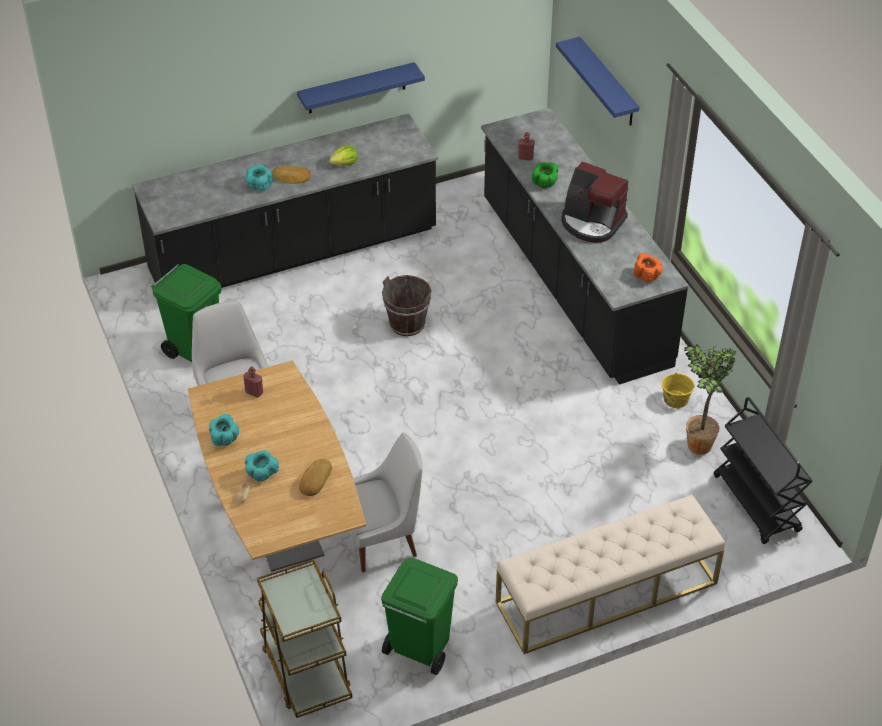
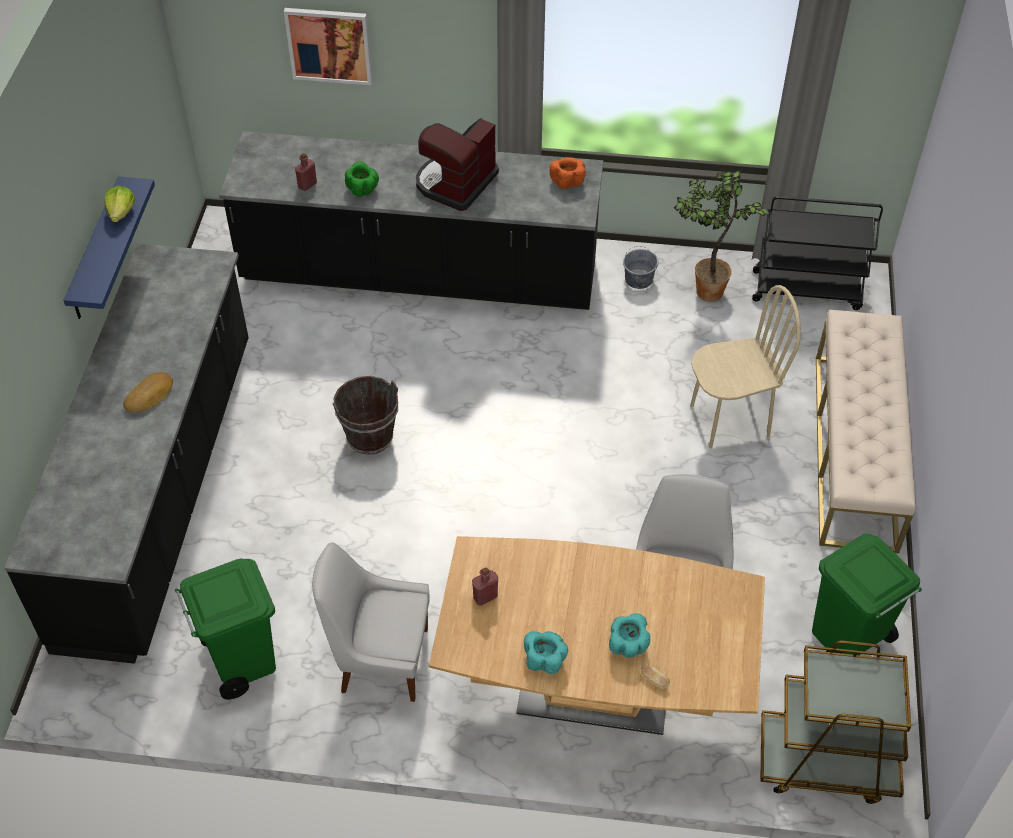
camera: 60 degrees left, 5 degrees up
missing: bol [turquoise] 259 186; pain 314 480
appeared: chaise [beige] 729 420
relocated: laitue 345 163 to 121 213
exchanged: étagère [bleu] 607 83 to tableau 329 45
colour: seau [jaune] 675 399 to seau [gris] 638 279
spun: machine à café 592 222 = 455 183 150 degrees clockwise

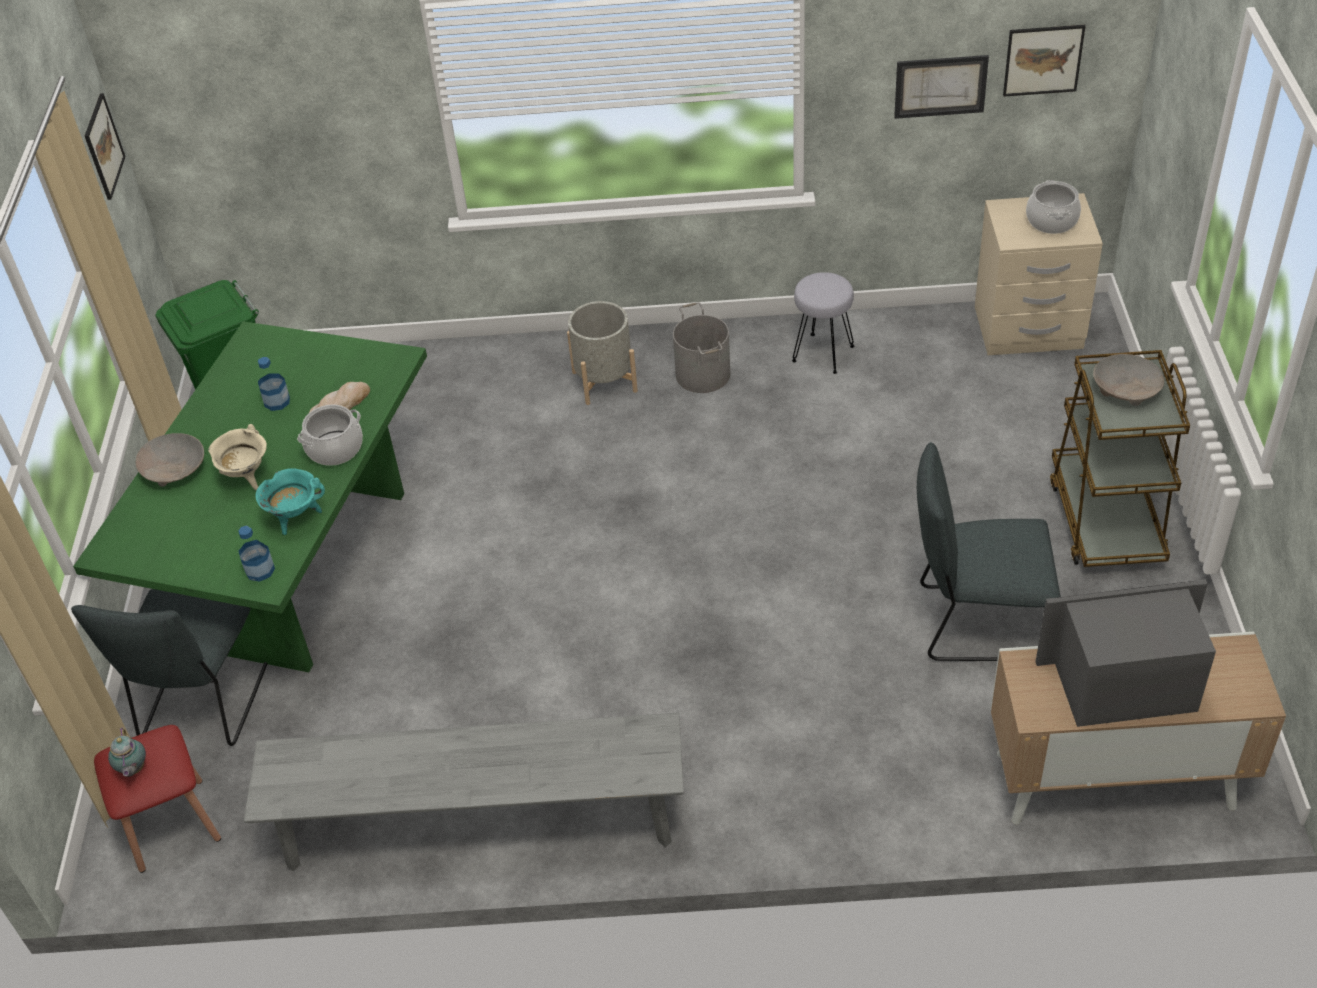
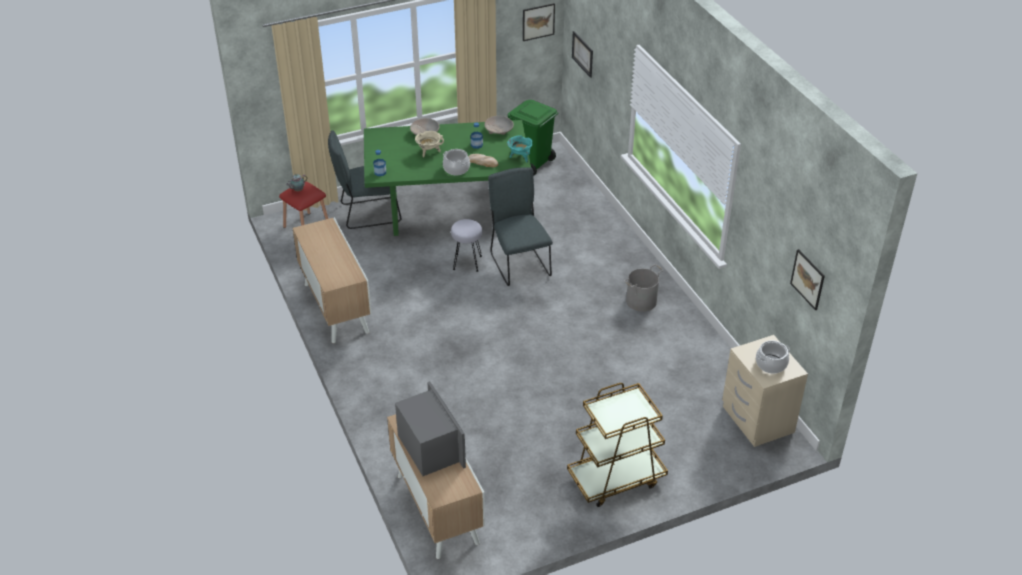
camera: 65 degrees right, 5 degrees down
missing: cache-pot [gris] 604 381
relocated: marmite [turquoise] 296 518 to 520 157; tabouret [gris] 822 353 to 467 262; tableau 940 86 to 582 54; chaise [gris] 978 622 to 519 263; bol [beige] 1125 388 to 499 130
exchanged: banc [gris] 480 826 to meuble de rangement 335 307

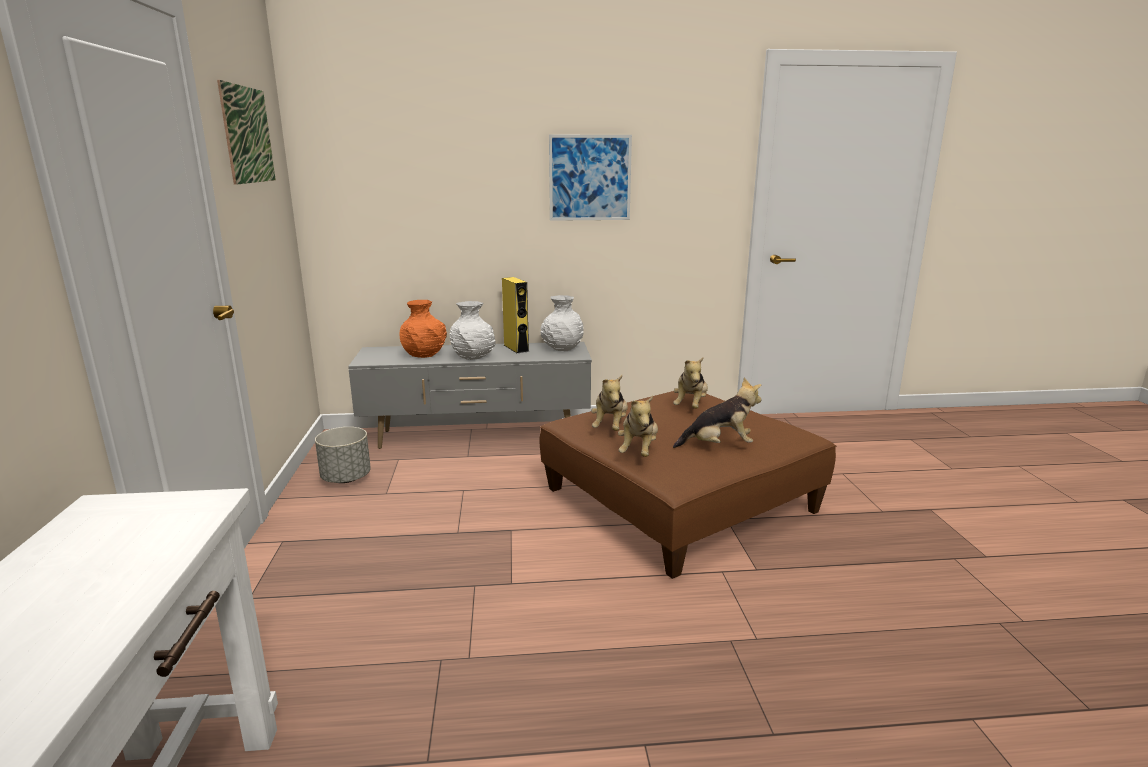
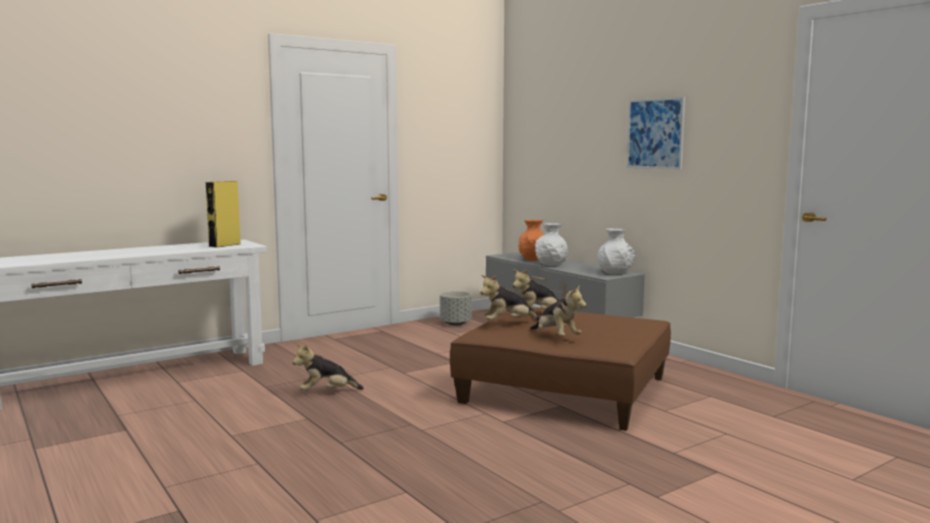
camera: 60 degrees right, 10 degrees down
missing: tableau 248 135
relocated: enceinte [jaune] 516 348 to 225 245; peluche 690 405 to 327 392

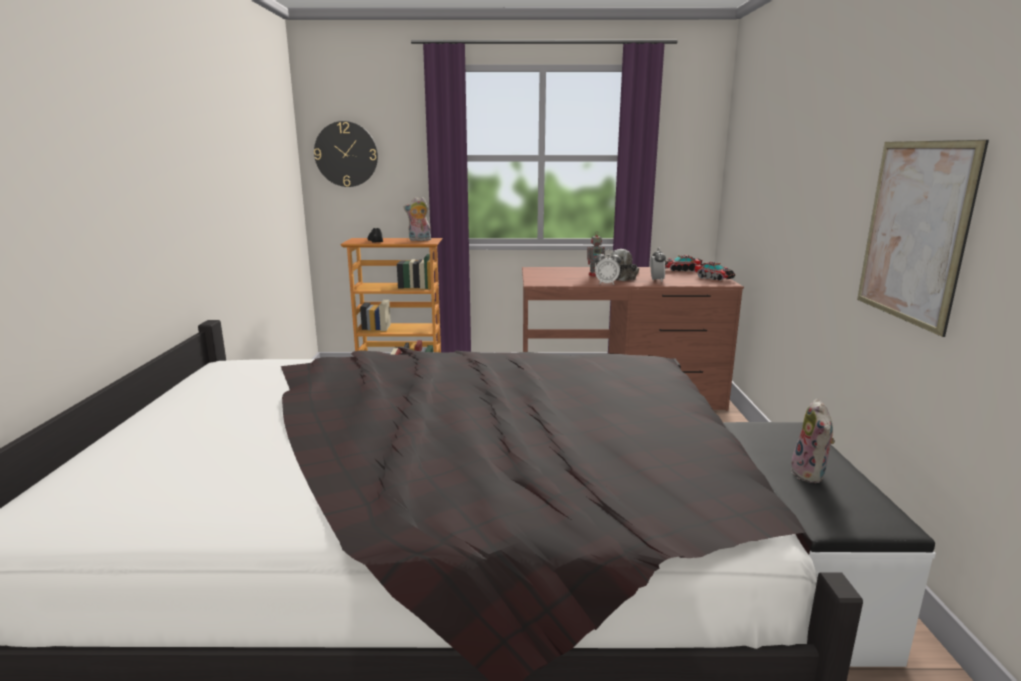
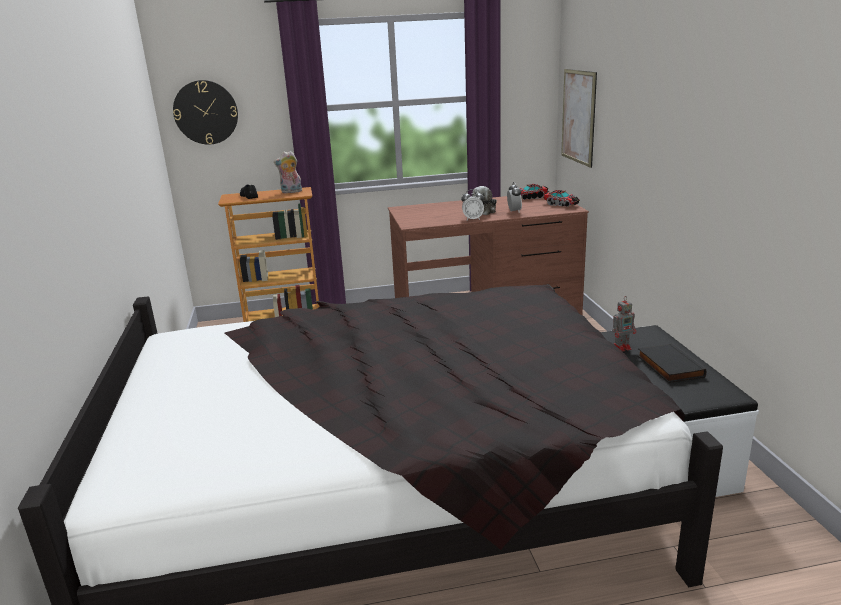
camera: 10 degrees left, 5 degrees up
relocated: robot jouet 595 275 to 622 347; tableau 914 232 to 578 117
exchanged: peluche 810 474 to livre [noir] 668 366

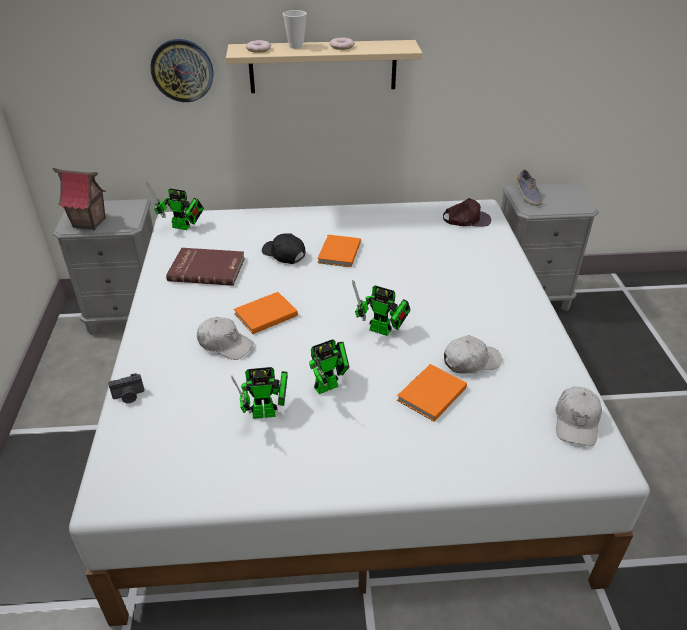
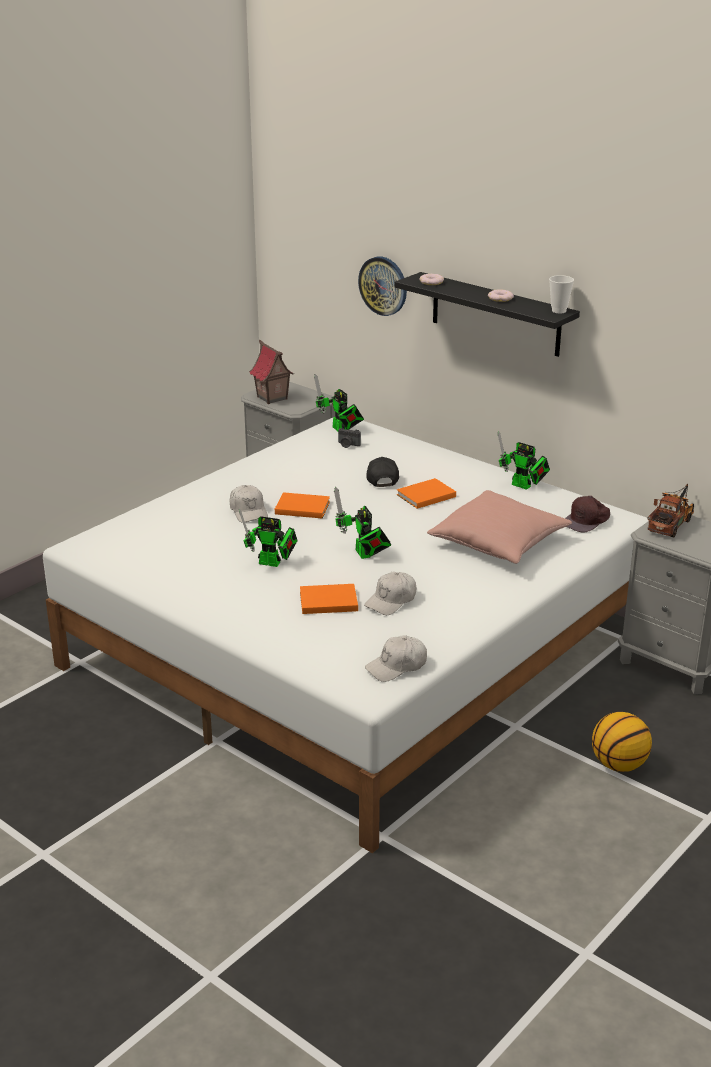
camera: 45 degrees right, 10 degrees down
missing: livre [rouge] 207 268
appeared: coussin [rose] 499 543; ballon de basket 619 764
relocated: appareil photo 129 396 to 348 445; robot jouet 268 413 to 524 486; tasse 296 46 to 559 311
exchanged: chaussure 527 196 to camion jouet 671 523
colour: étagère [beige] 323 66 to étagère [noir] 495 314
spun: casquette [marron] 466 219 = 586 521 90 degrees clockwise; casquette [blanc] 471 361 = 391 601 105 degrees clockwise

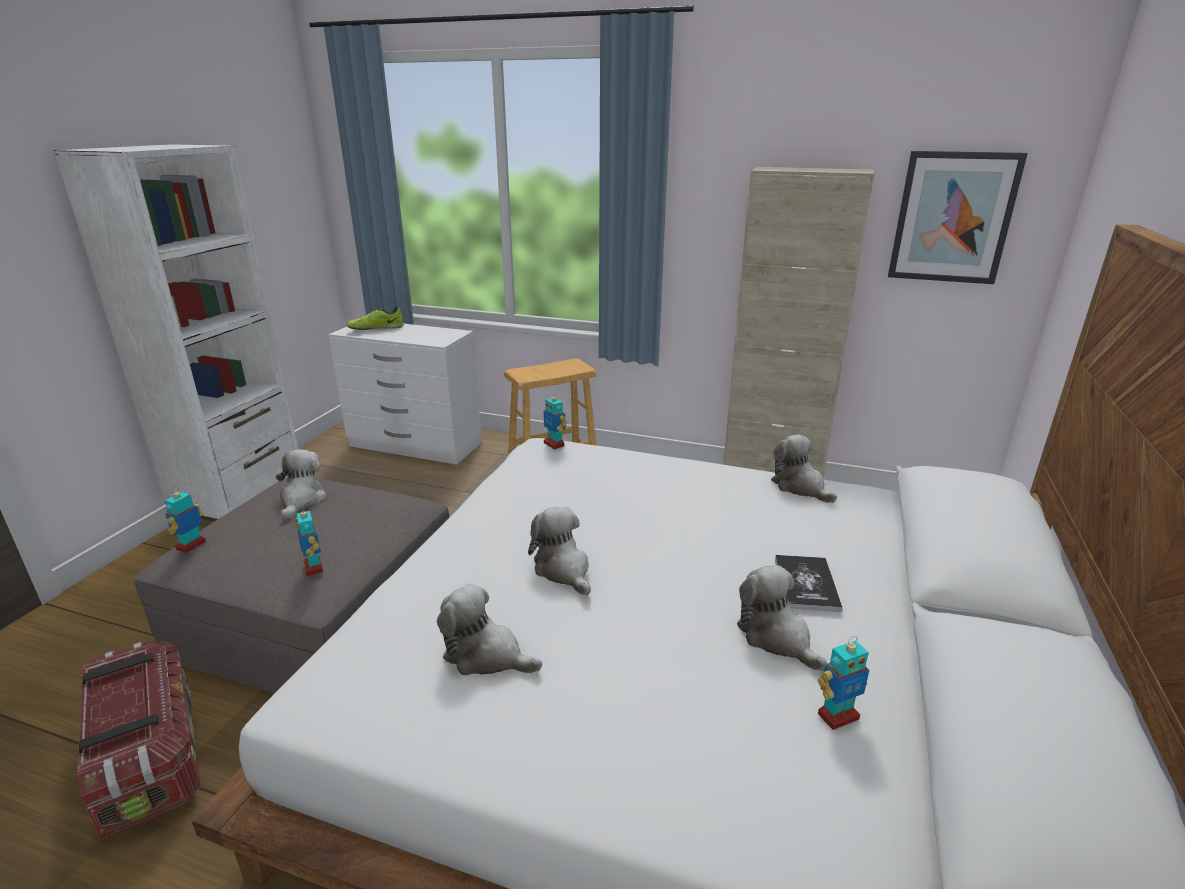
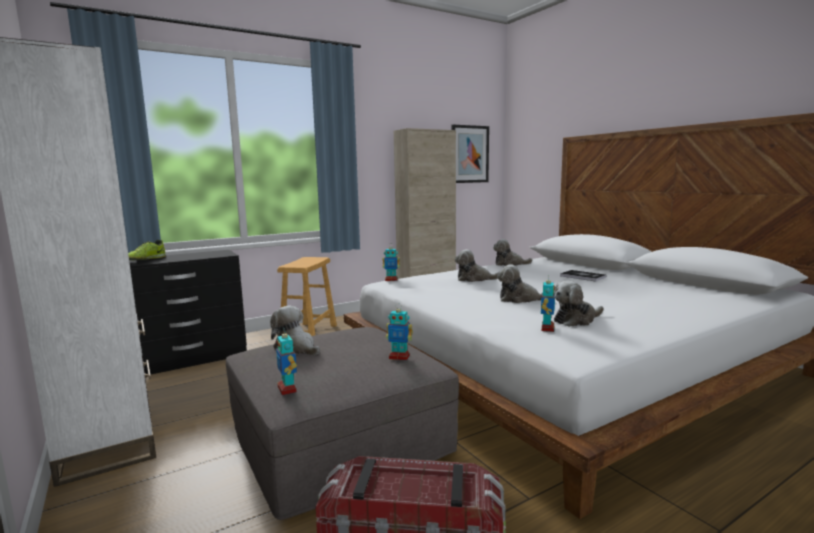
camera: 50 degrees left, 15 degrees down
relocated: peluche 776 637 to 474 279; robot jouet 837 716 to 547 328
colour: commode [blanc] 415 445 to commode [noir] 187 359

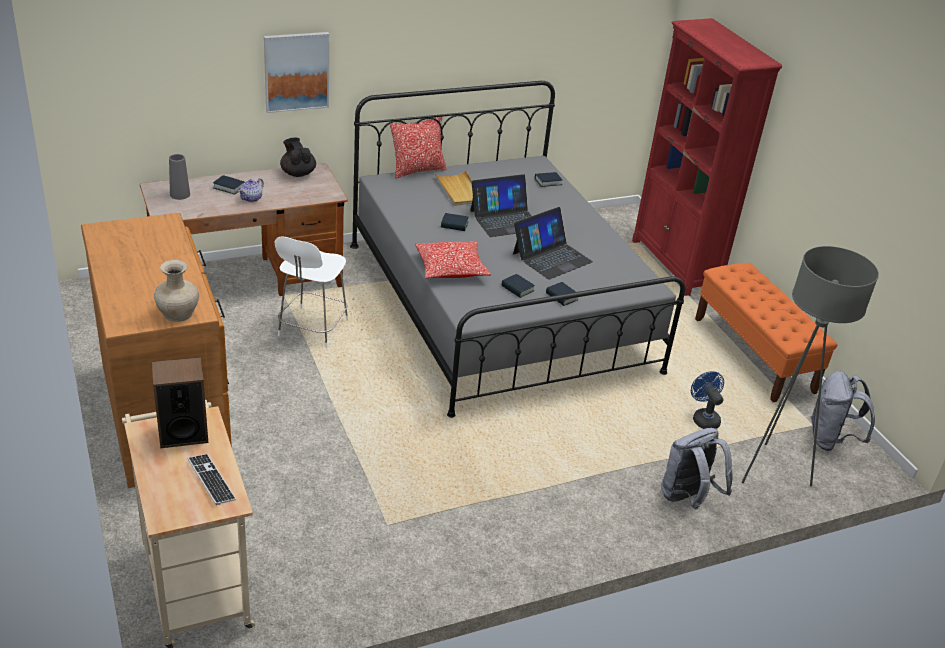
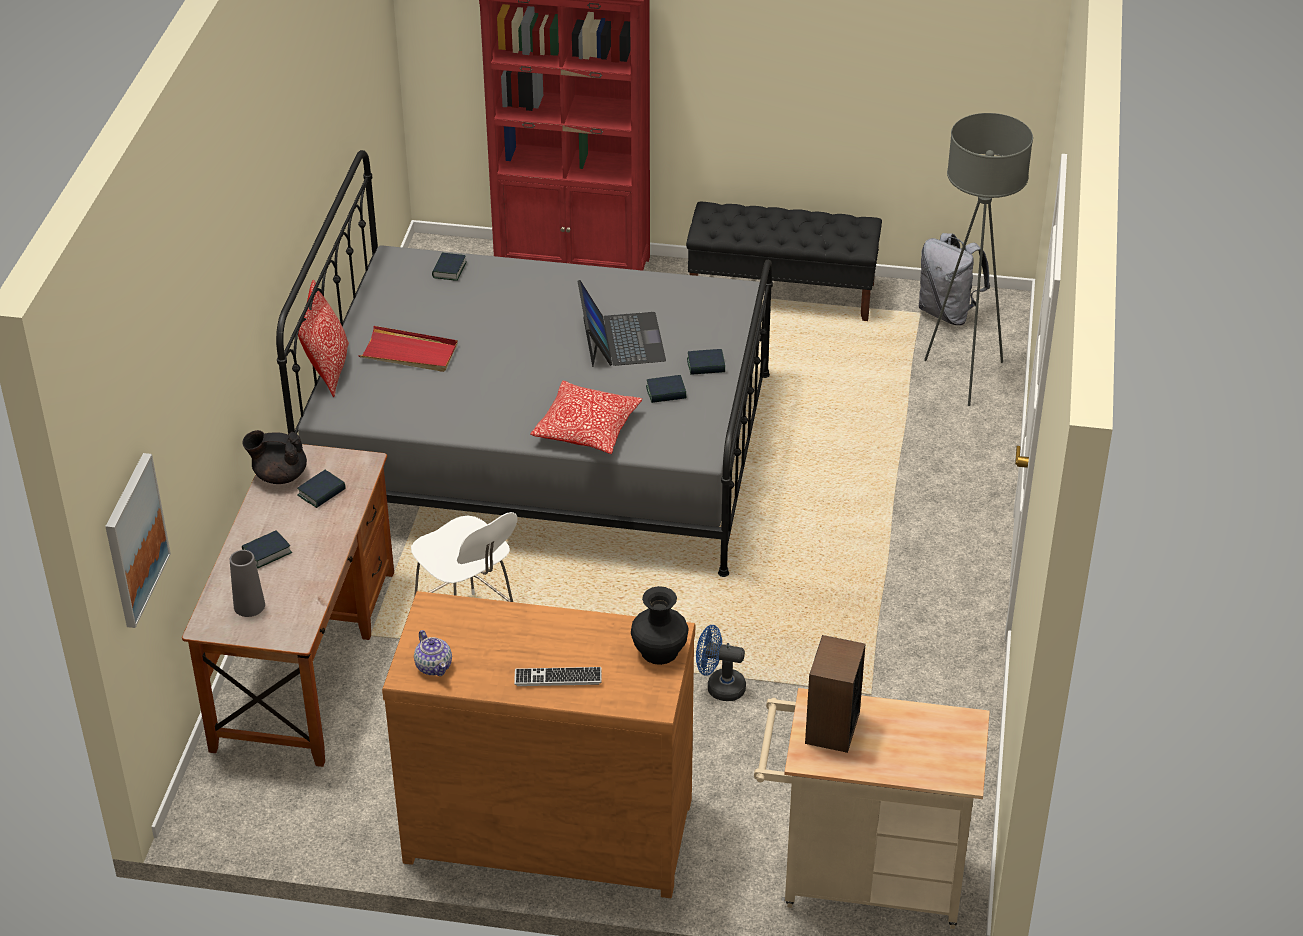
camera: 55 degrees left, 5 degrees up
missing: ordinateur portable 505 220; sac à dos [gris] 687 498
relocated: clavier 211 480 to 558 678; théière 251 198 to 434 666; tableau 296 71 to 134 540; livre 454 225 to 322 492; ventilateur [bleu] 703 418 to 719 687
colour: vase [beige] 177 313 to vase [noir] 659 651; plateau [beige] 458 190 to plateau [rouge] 409 353; banc [orange] 753 355 to banc [noir] 782 294

